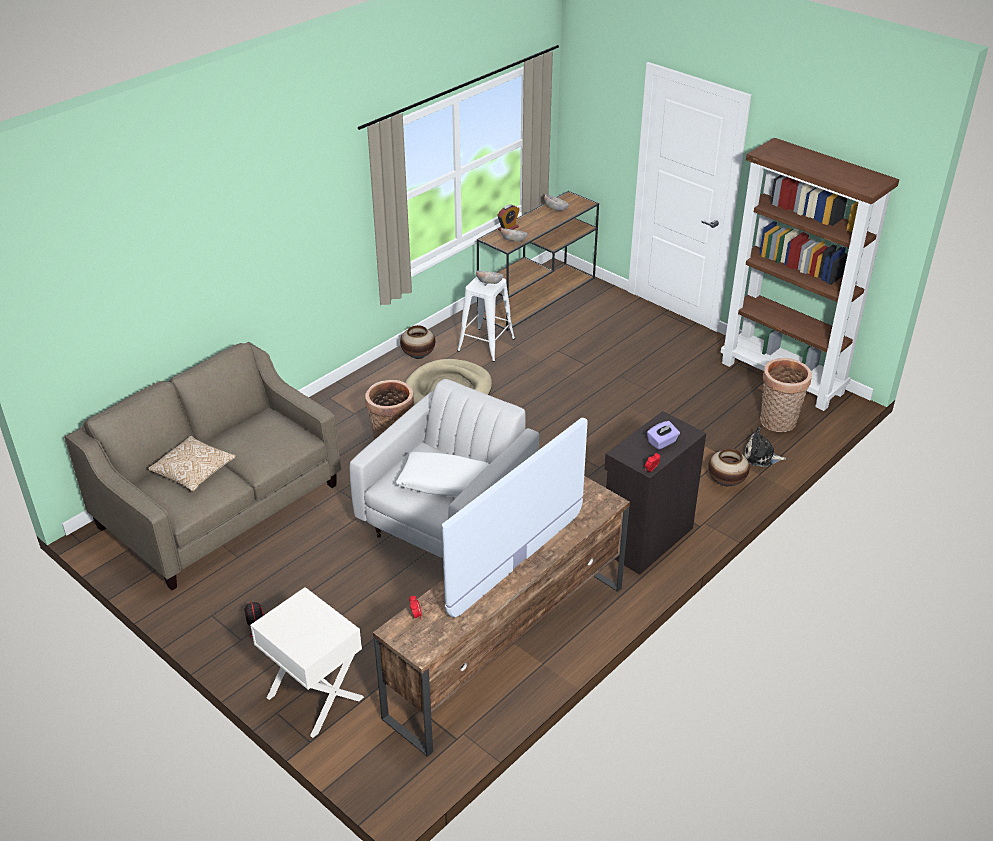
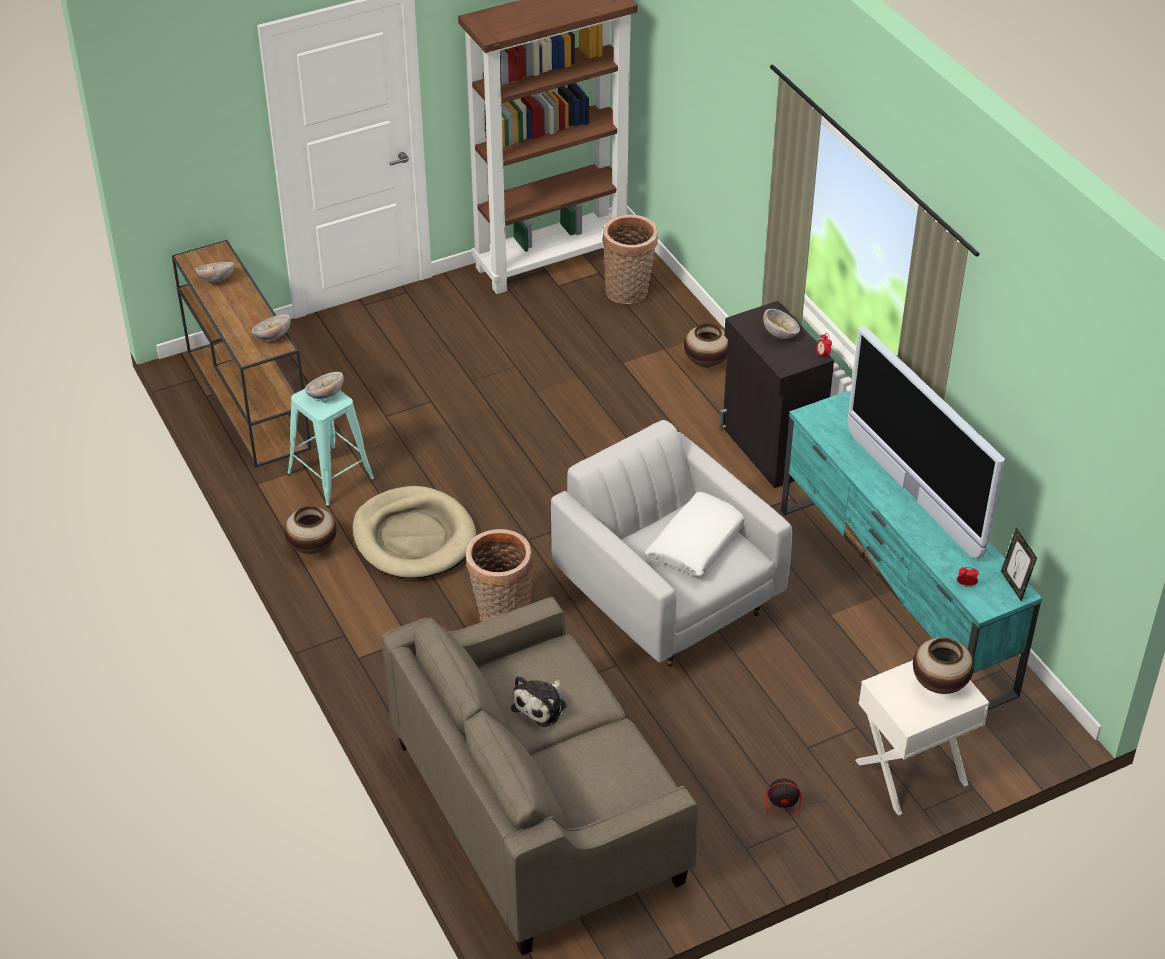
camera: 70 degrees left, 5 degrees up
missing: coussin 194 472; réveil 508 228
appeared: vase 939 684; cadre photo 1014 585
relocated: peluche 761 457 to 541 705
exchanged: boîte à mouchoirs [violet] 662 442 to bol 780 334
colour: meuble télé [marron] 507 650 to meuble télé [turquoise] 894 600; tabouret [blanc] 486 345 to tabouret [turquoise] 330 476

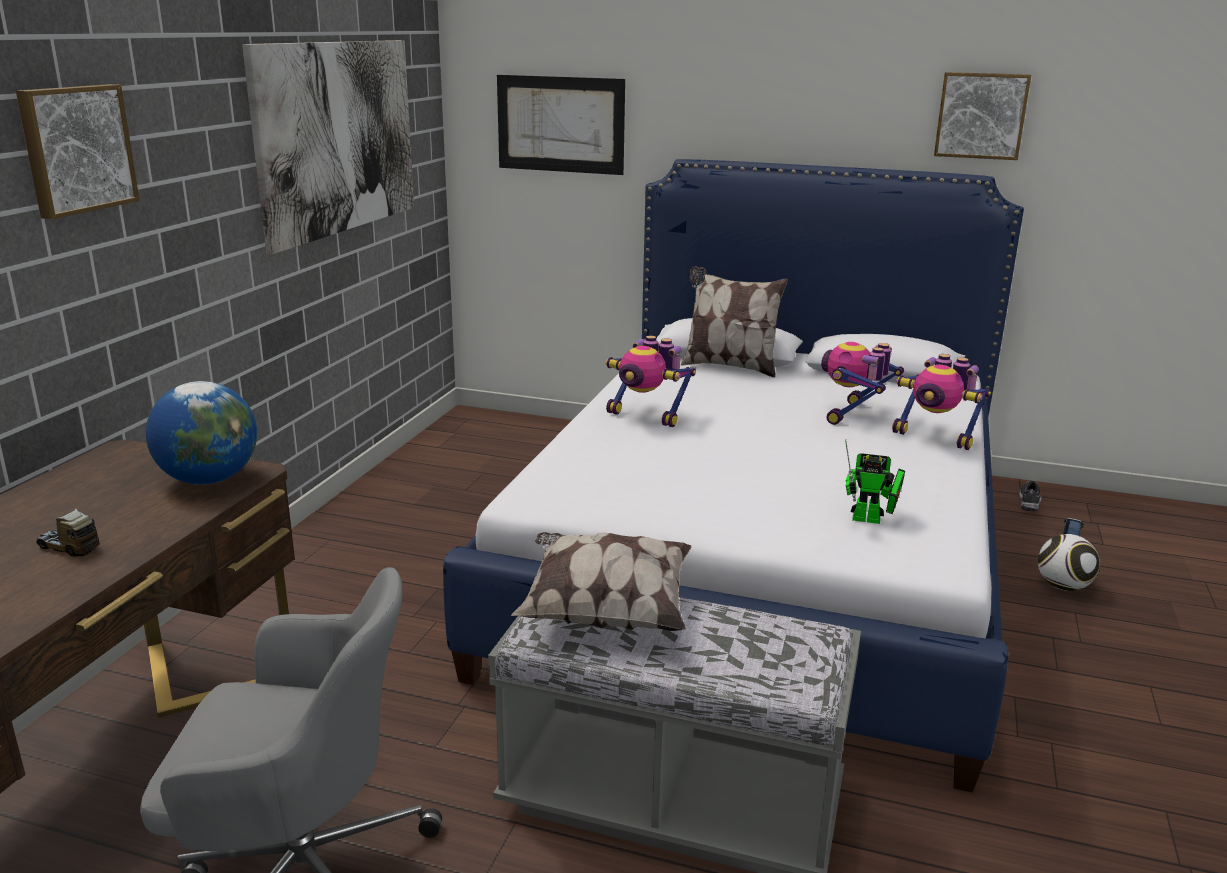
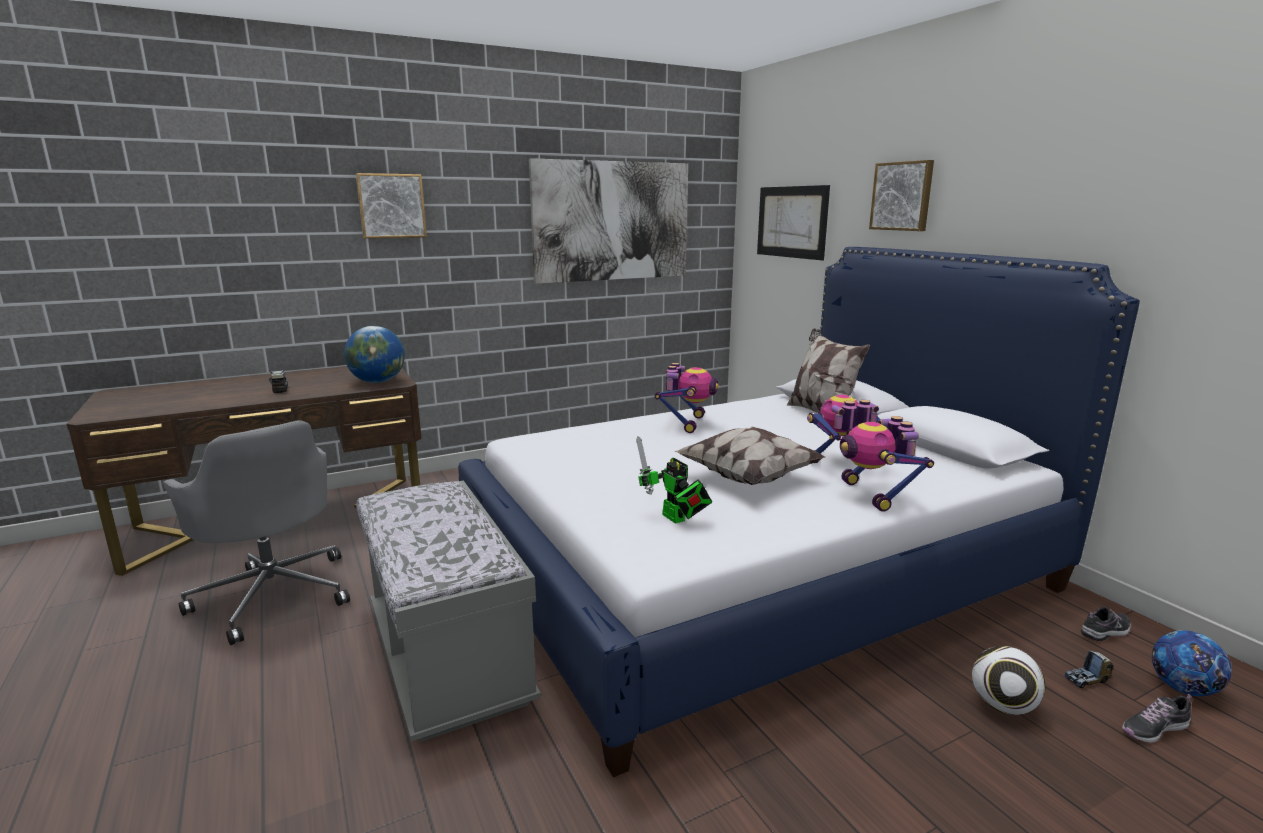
camera: 45 degrees right, 5 degrees down
appeared: chaussure 1154 729; ballon de foot 1183 688
relocated: coussin 605 611 to 748 477; tableau 981 115 to 902 196
spun: robot jouet 646 416 = 686 423 150 degrees counterclockwise

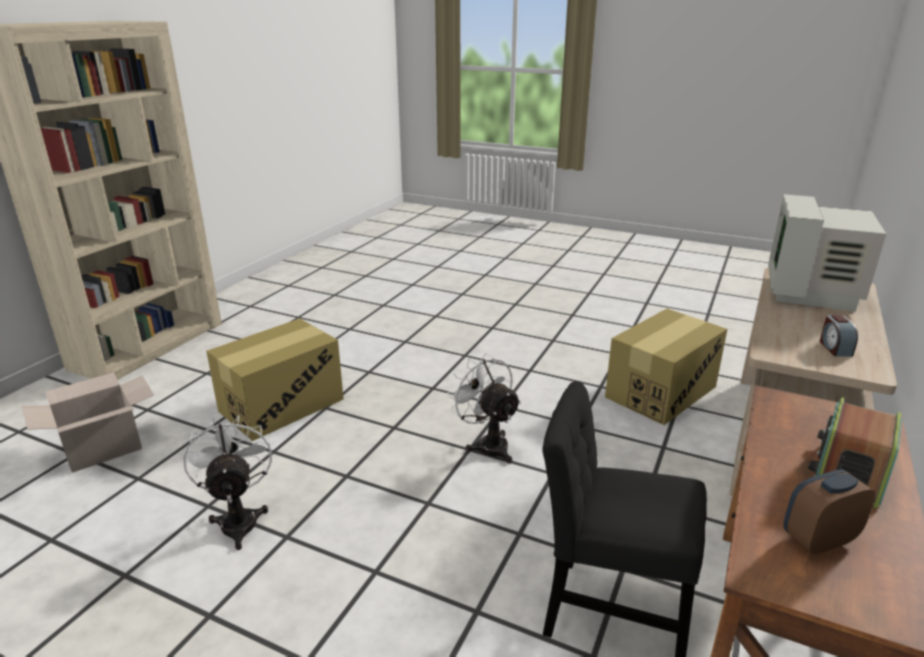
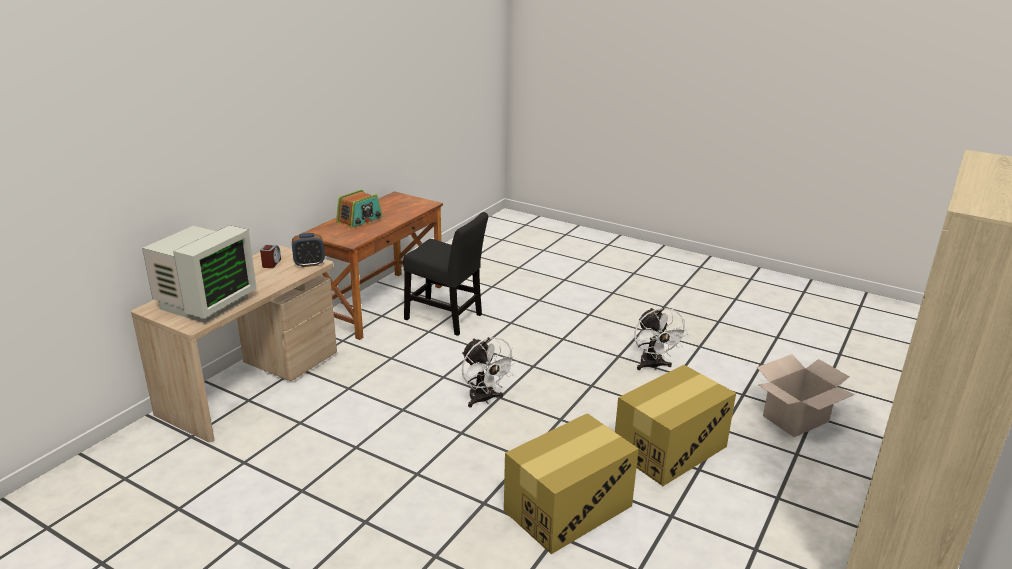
camera: 175 degrees left, 0 degrees up
relocated: carton 661 392 to 567 508; réveil 818 539 to 309 264

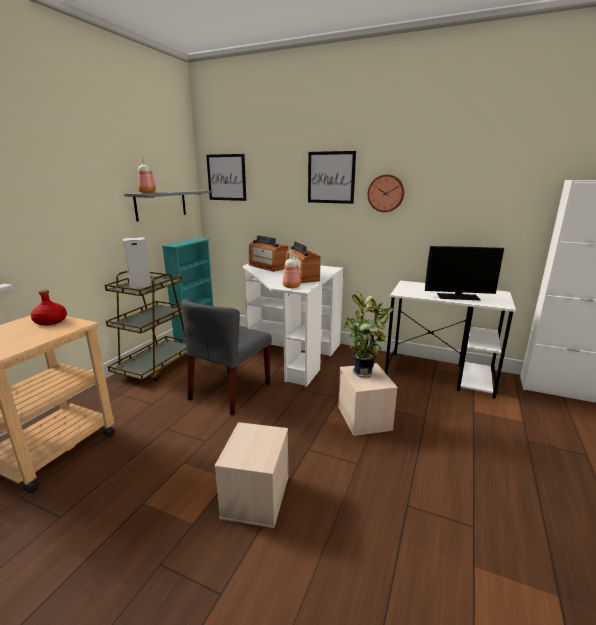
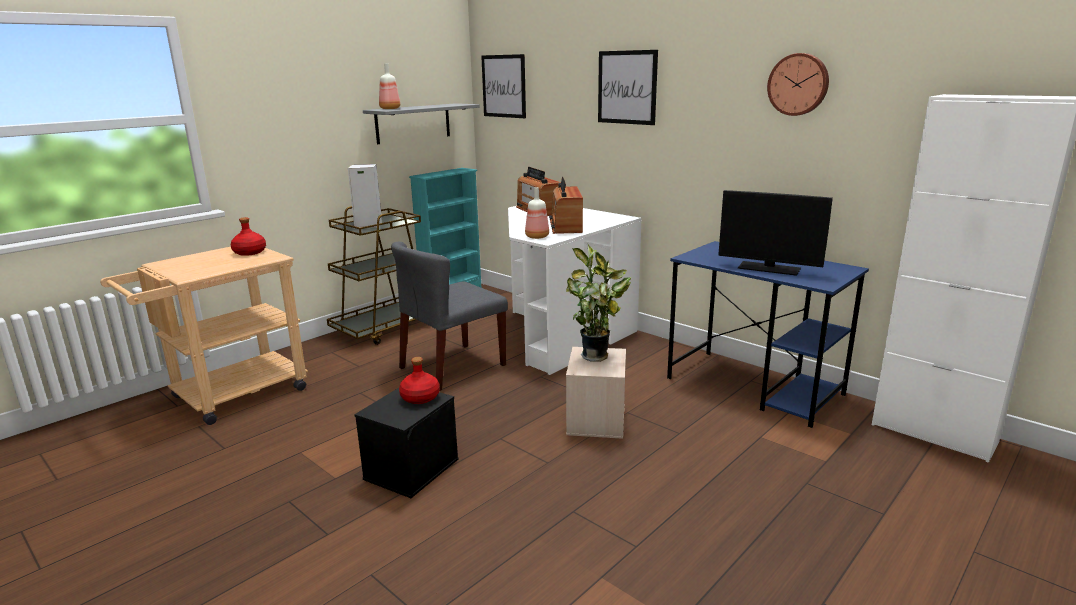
camera: 20 degrees right, 0 degrees up
appeared: bouteille [rouge] 420 398
relocated: horloge murale 386 193 to 798 84
colour: boîte de rangement [beige] 255 495 to boîte de rangement [noir] 411 468; bureau [blanc] 440 374 to bureau [bleu] 755 386

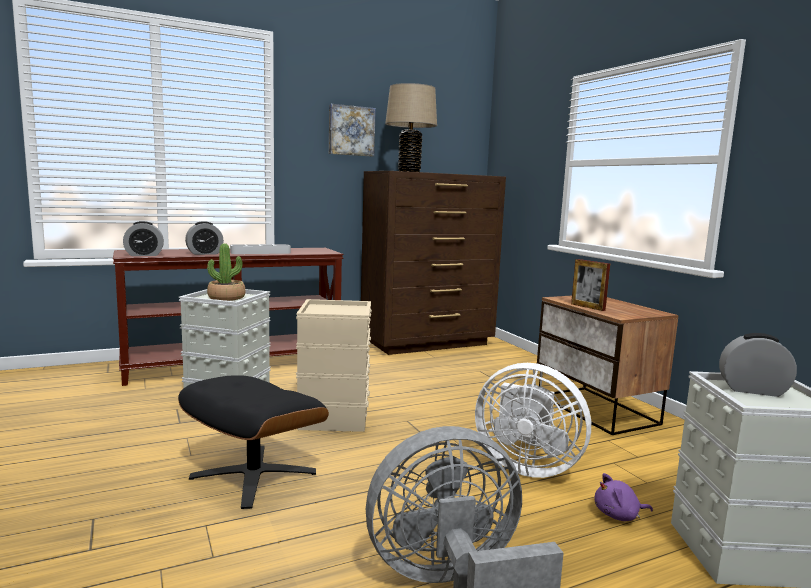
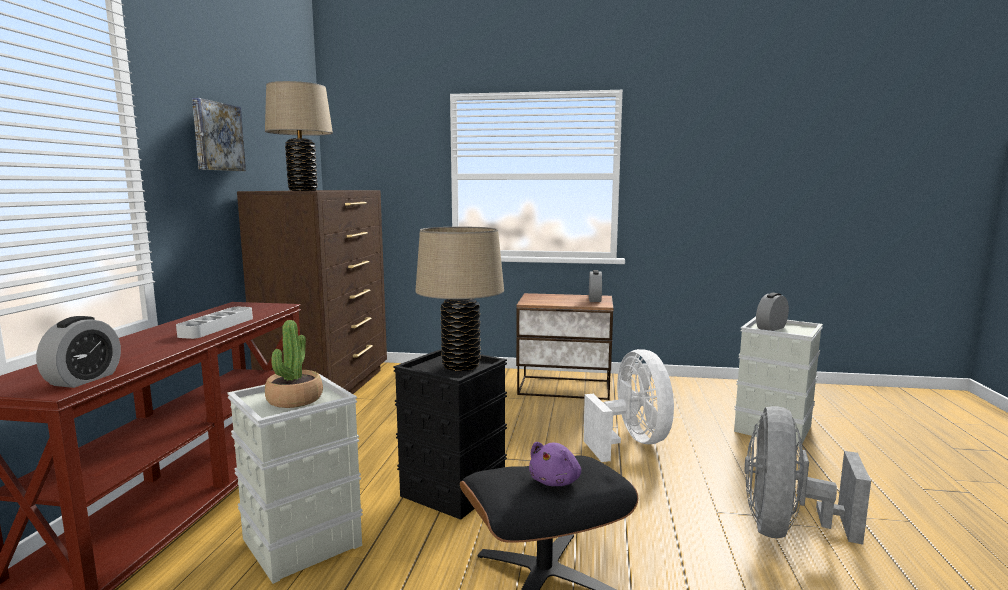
camera: 55 degrees left, 0 degrees up
missing: cadre photo 587 307
appeared: lampe de table [beige] 461 366
relocated: réveil 204 253 to 594 300; peluche [violet] 618 515 to 556 481
colour: boîte de rangement [beige] 333 417 to boîte de rangement [noir] 453 491
spun: ventilateur [blanc] 526 466 = 631 442 75 degrees counterclockwise

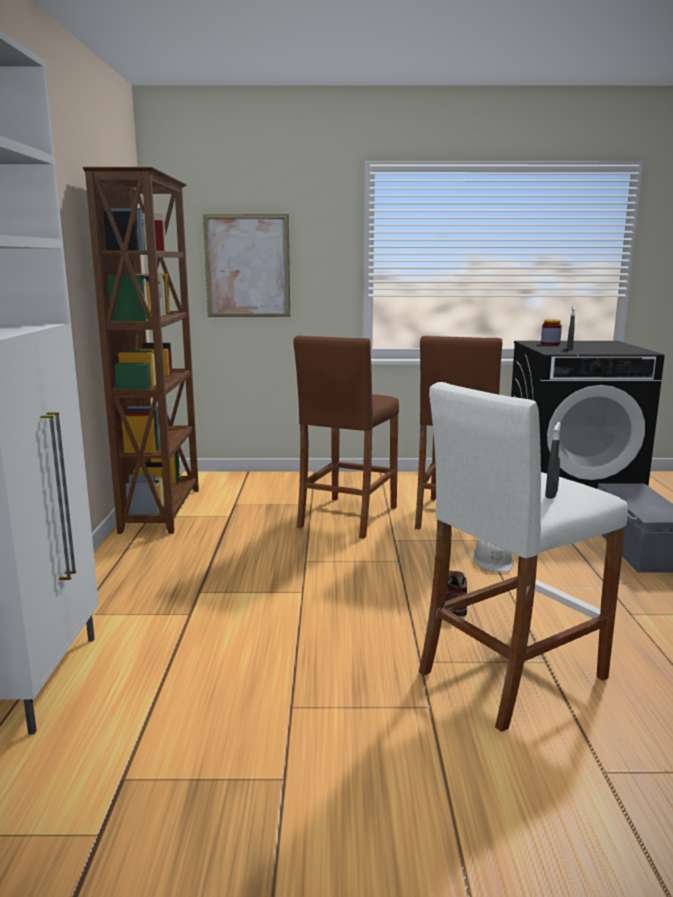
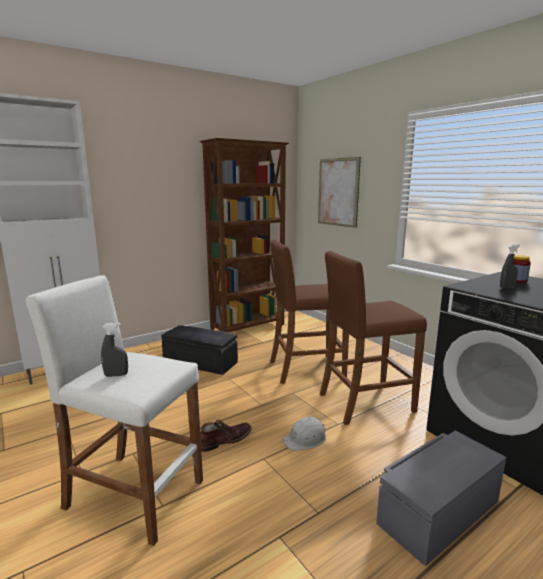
camera: 55 degrees right, 0 degrees up
appeared: boîte de rangement [noir] 201 361

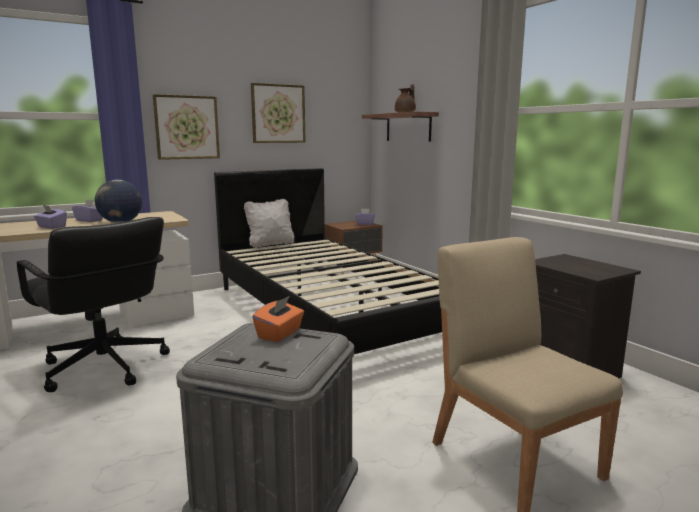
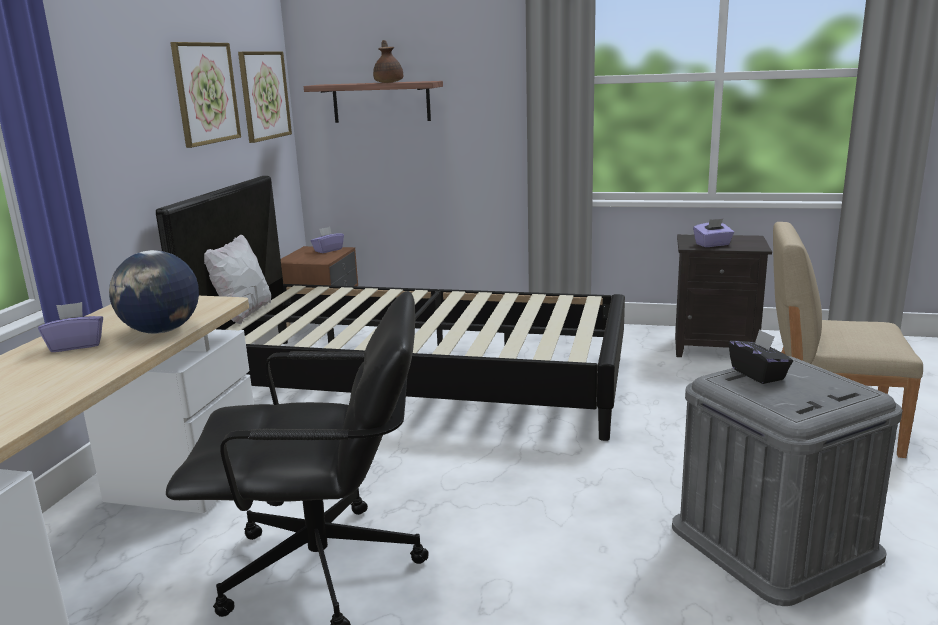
camera: 45 degrees left, 5 degrees up
relocated: boîte à mouchoirs [violet] 51 227 to 712 244; tableau 187 127 to 264 95
colour: boîte à mouchoirs [orange] 280 334 to boîte à mouchoirs [noir] 758 374

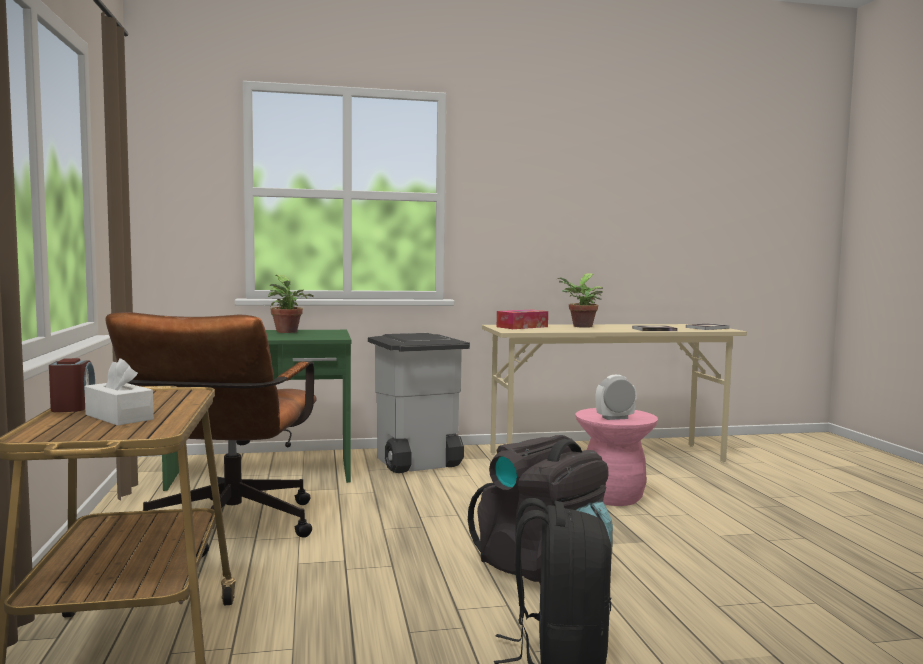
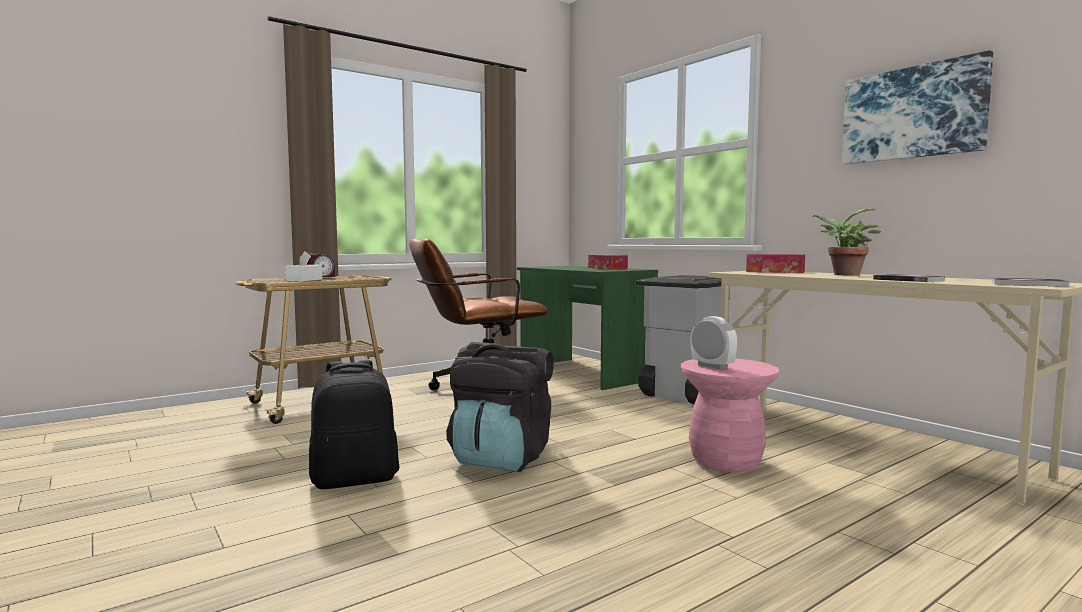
camera: 65 degrees right, 0 degrees up
appeared: tableau 913 113
exchanged: plante en pot 288 332 to boîte à mouchoirs 607 268

